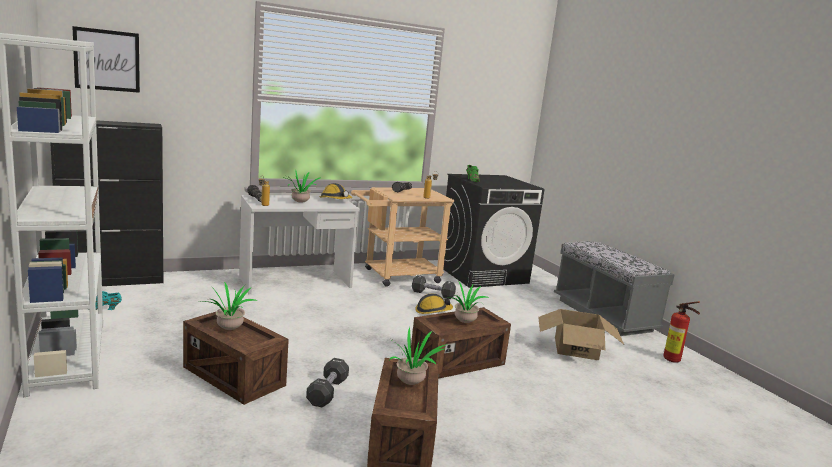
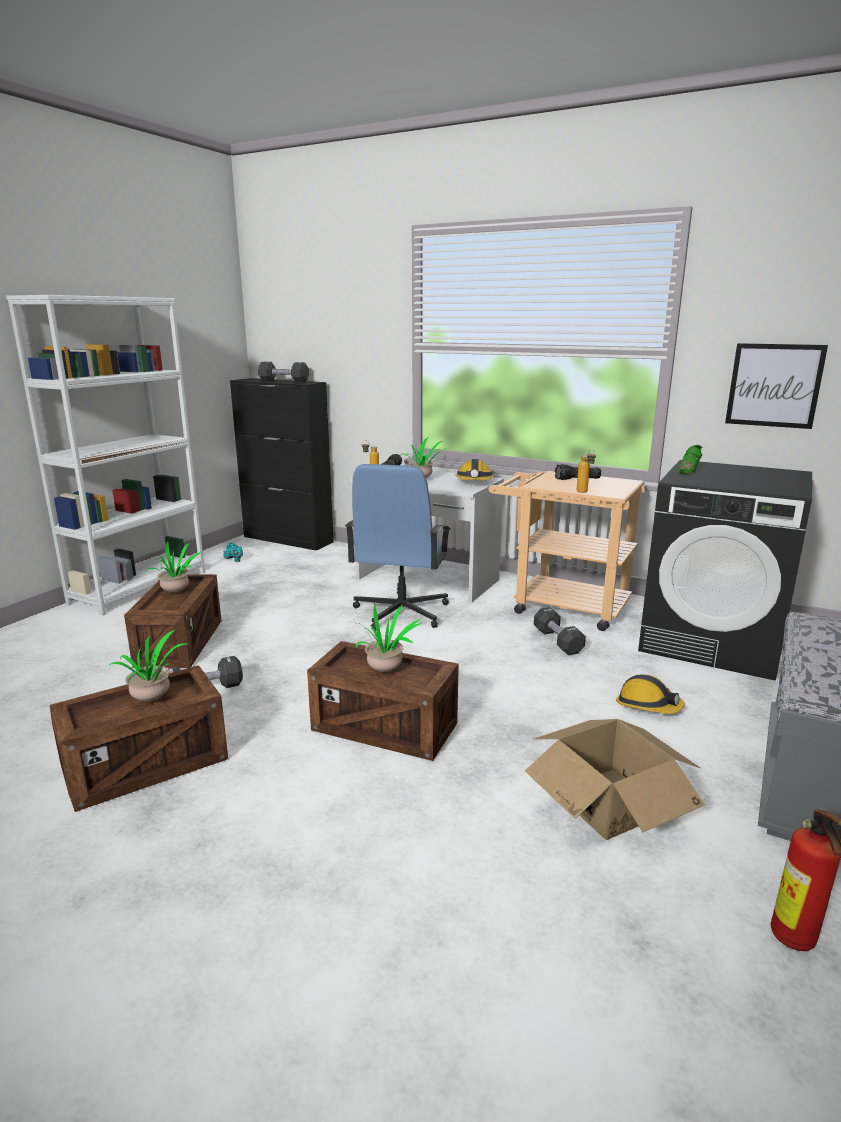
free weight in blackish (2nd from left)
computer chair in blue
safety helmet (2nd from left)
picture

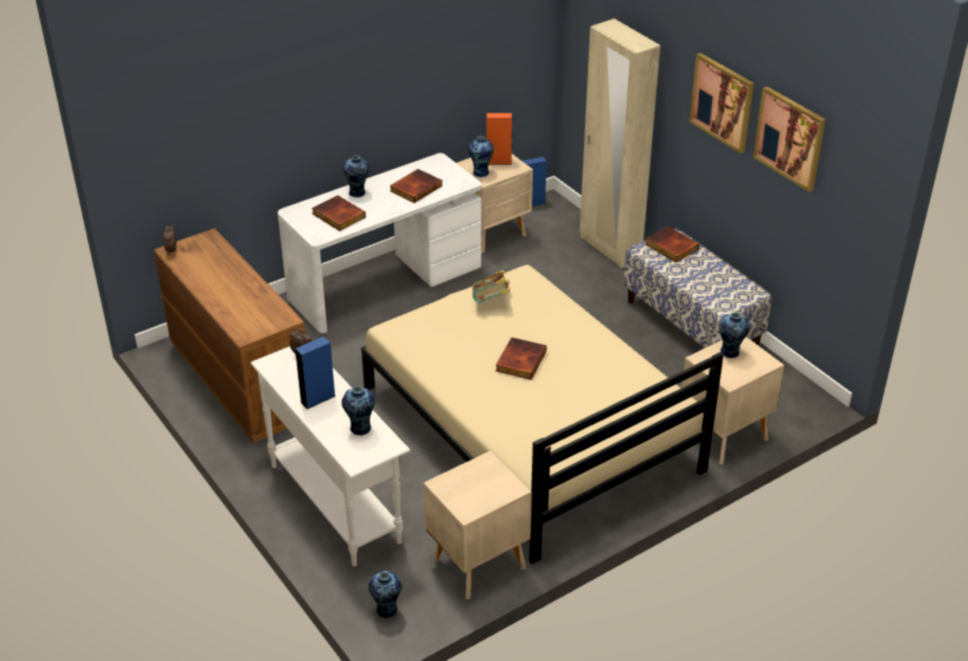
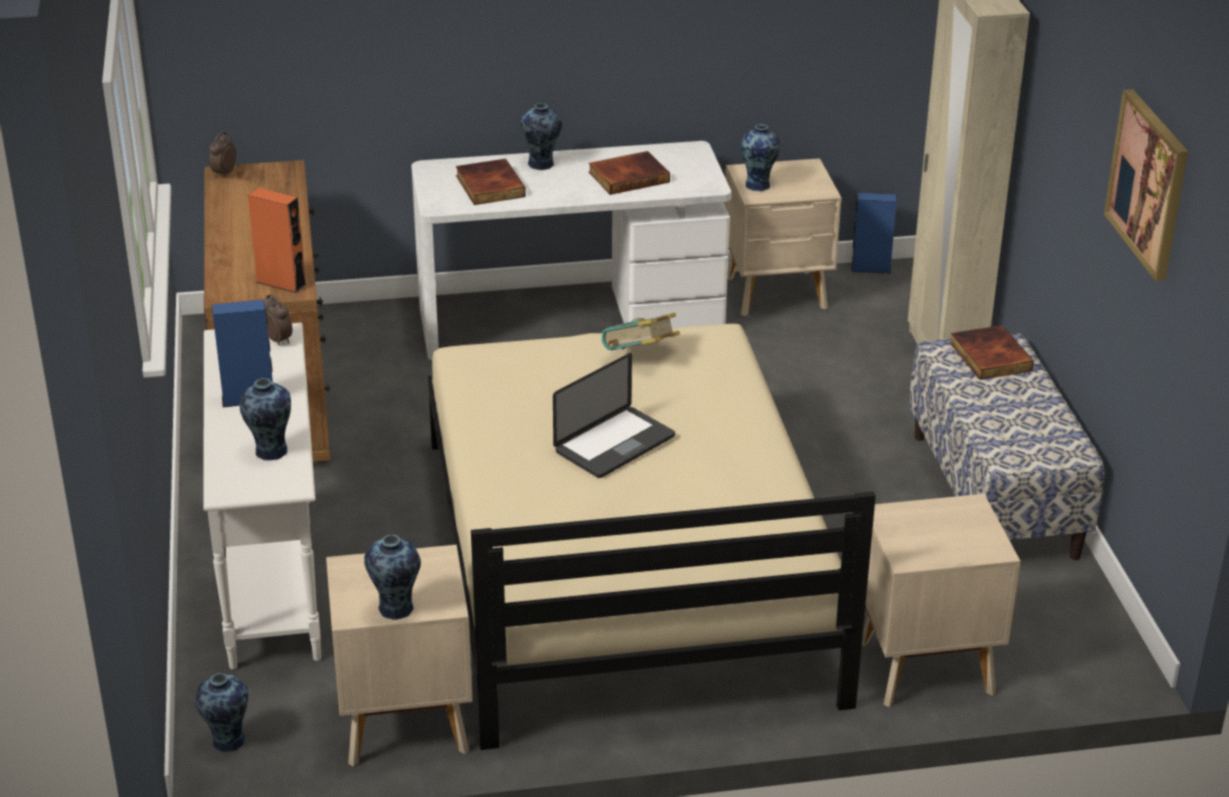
loudspeaker in orangey
vase (3rd from left)
laptop
picture (1st from left in the first image)

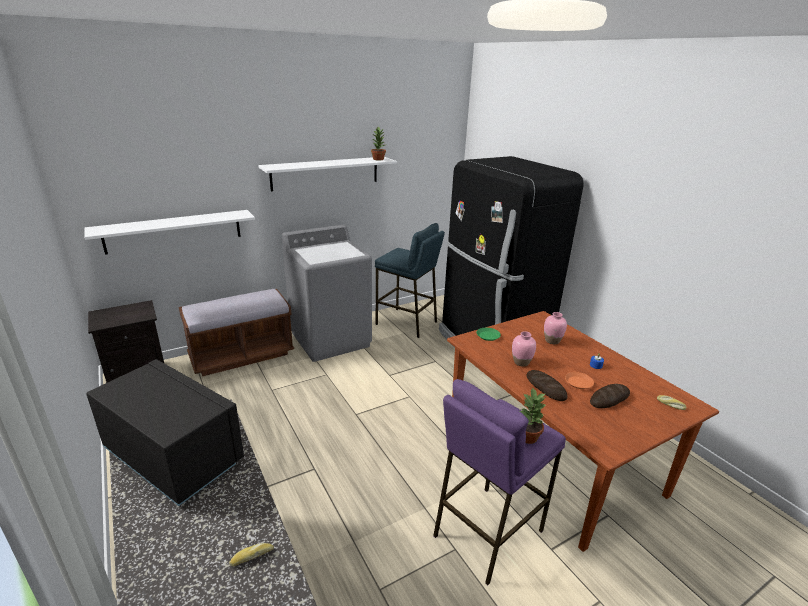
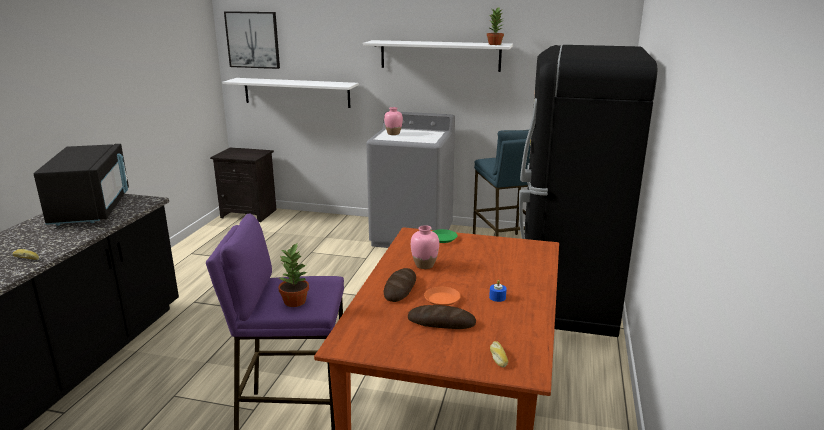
picture
vase in pink (1st from left)
long seat in brown

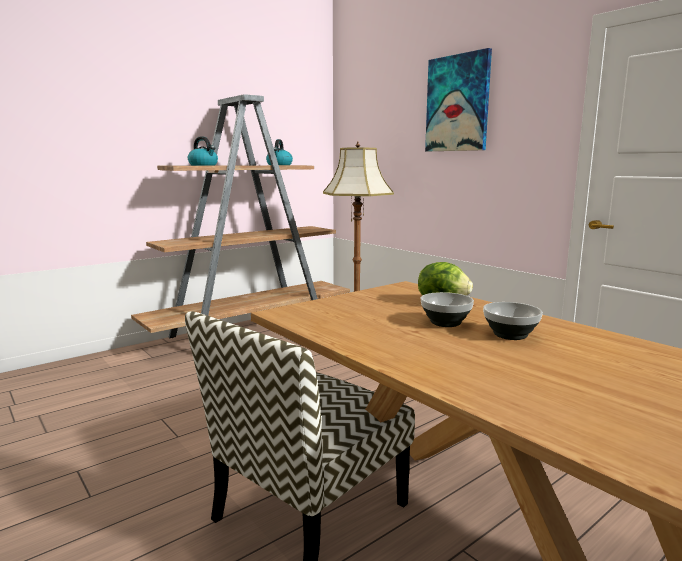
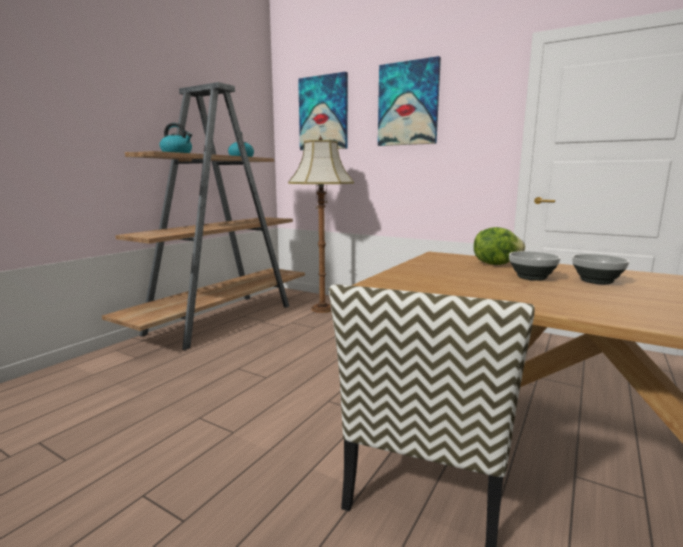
picture (1st from left)

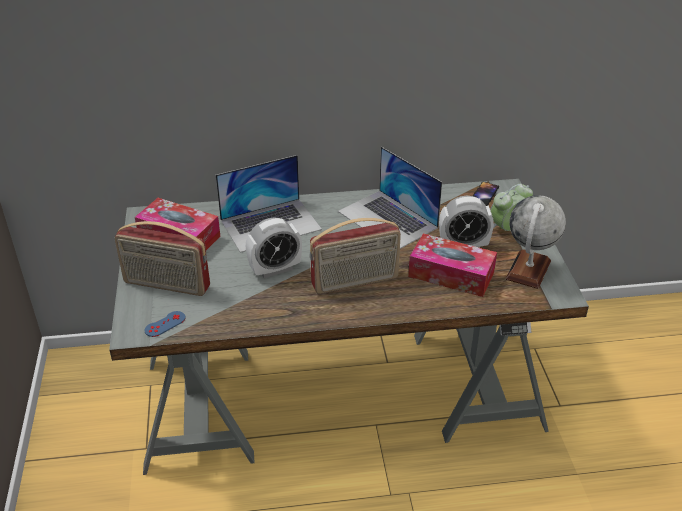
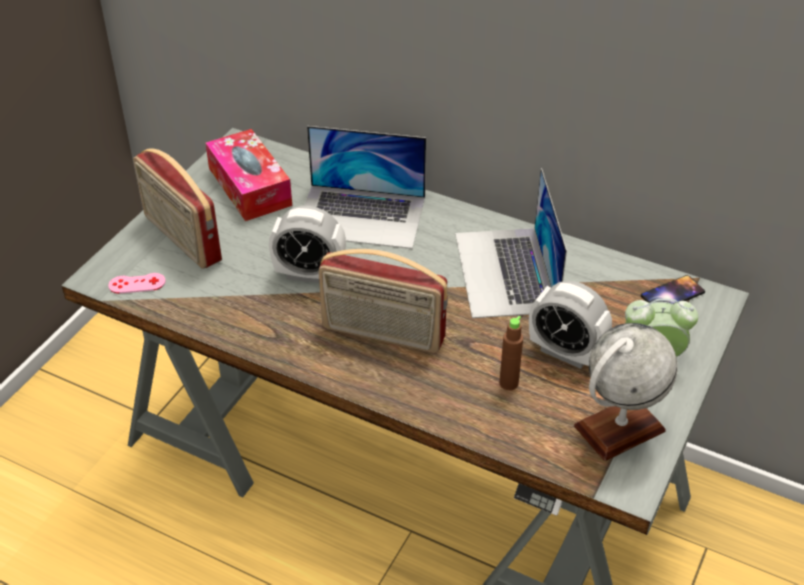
joypad in pink
drink bottle in brown

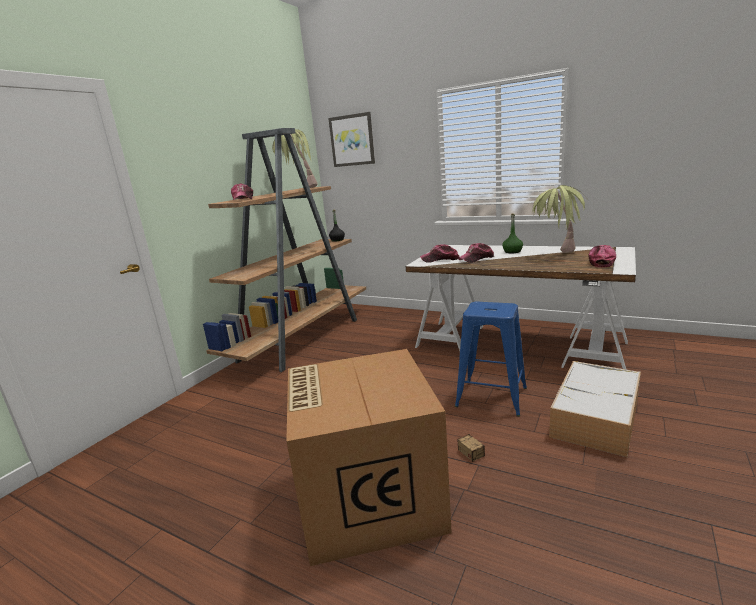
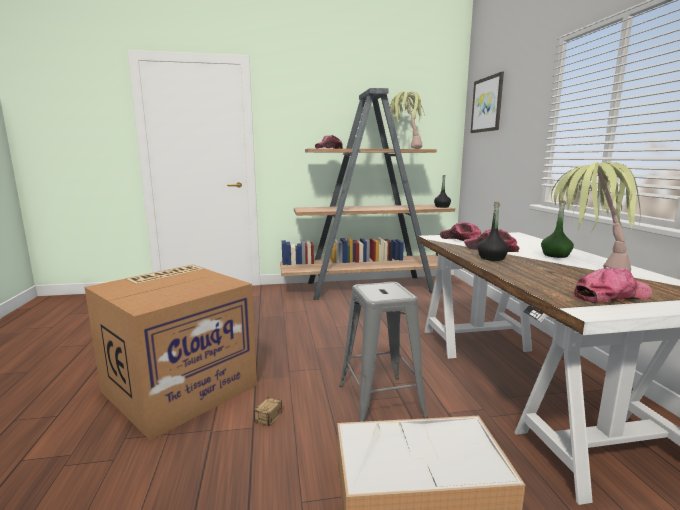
stool seat in greyish
drink bottle in blackish (2nd from left)

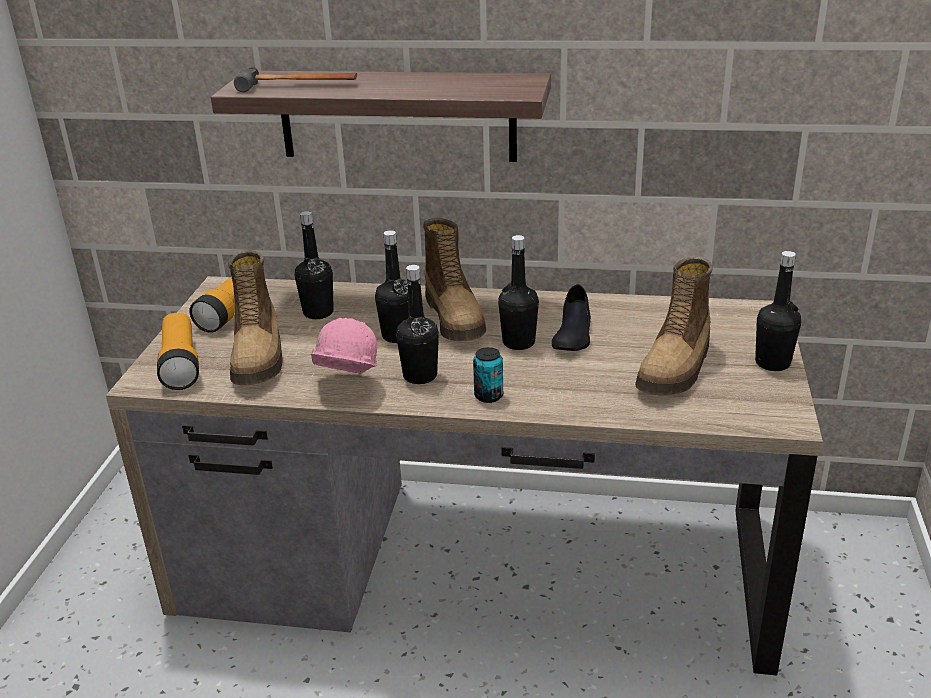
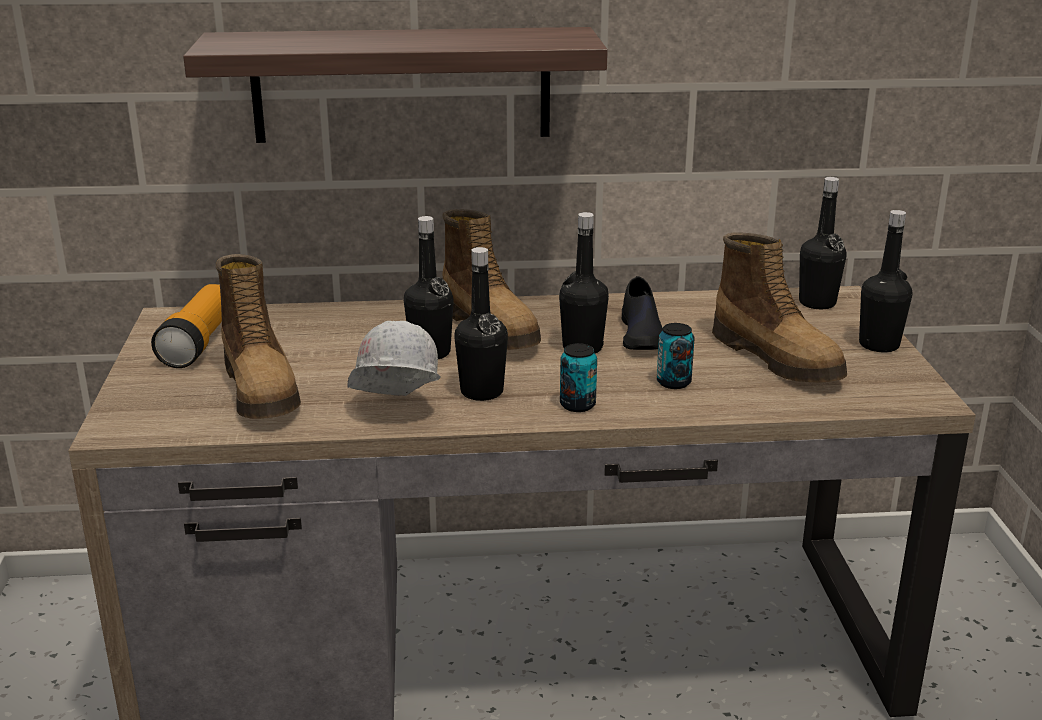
safety helmet in whitish
sealed can (2nd from left)
boot (3rd from left)
drink bottle in blackish (4th from left)
hand torch (1st from left in the first image)
tool hammer

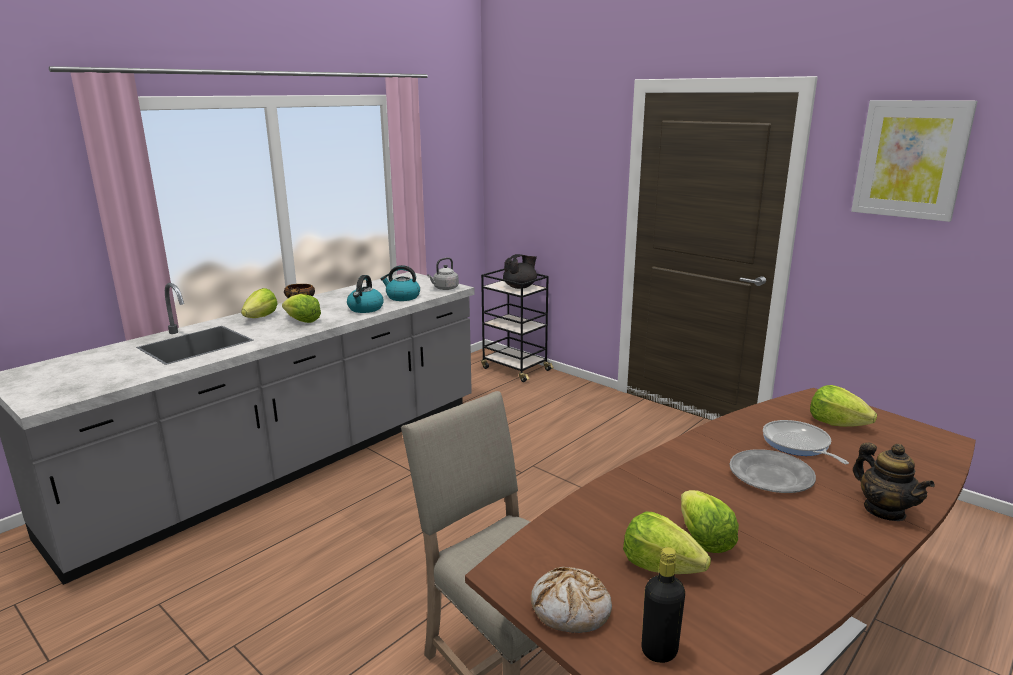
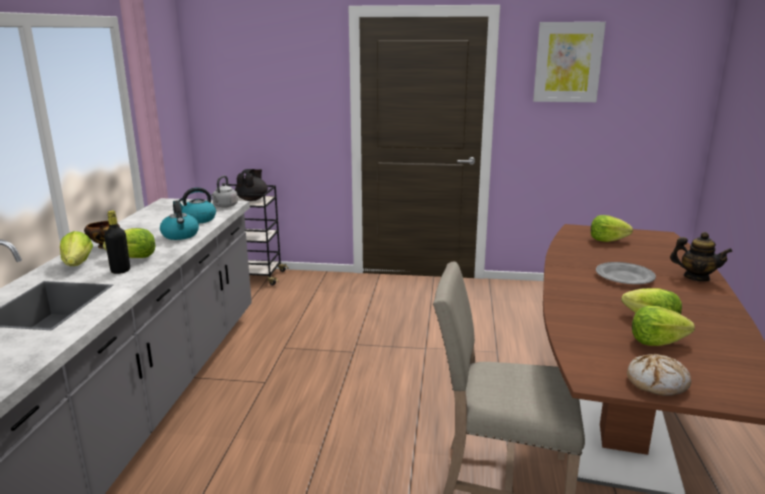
drink bottle in blackish
pan

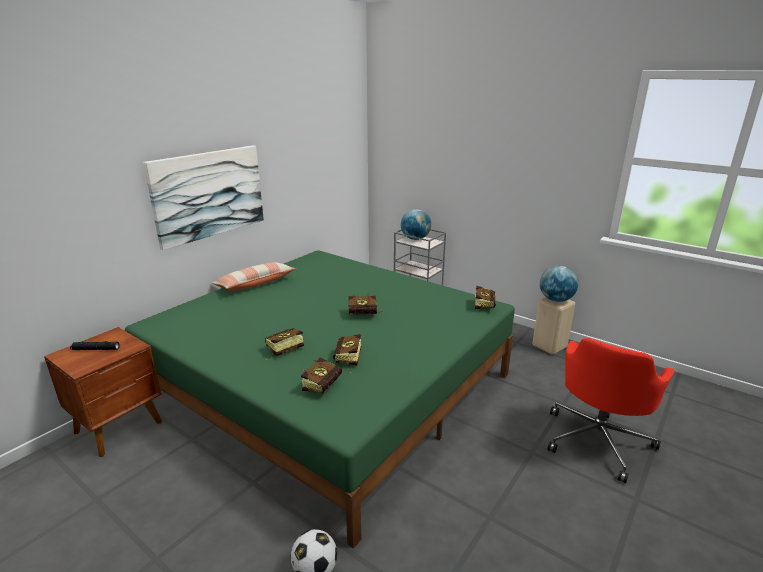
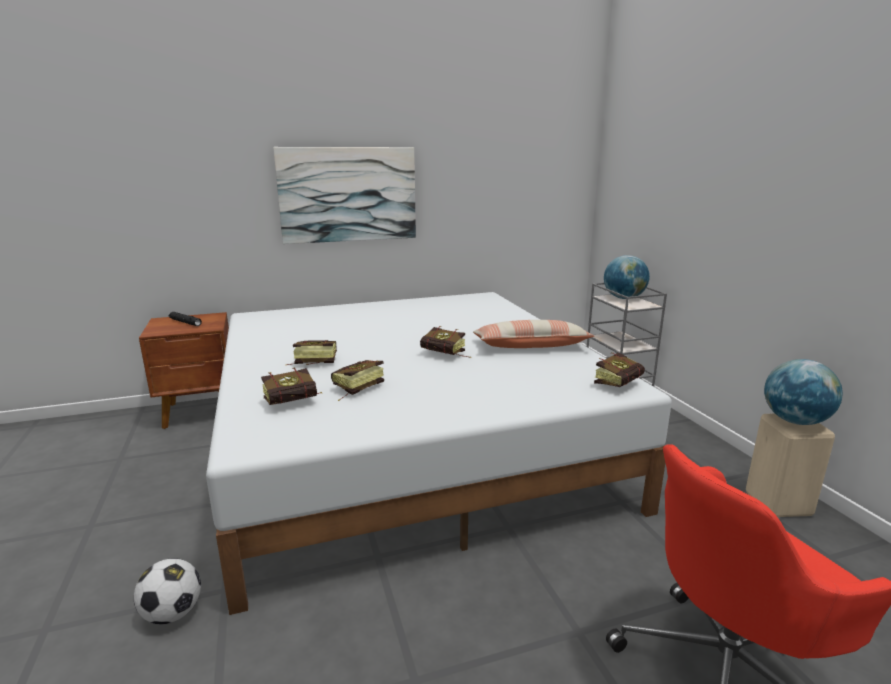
sleeping bed in whitish
cushion

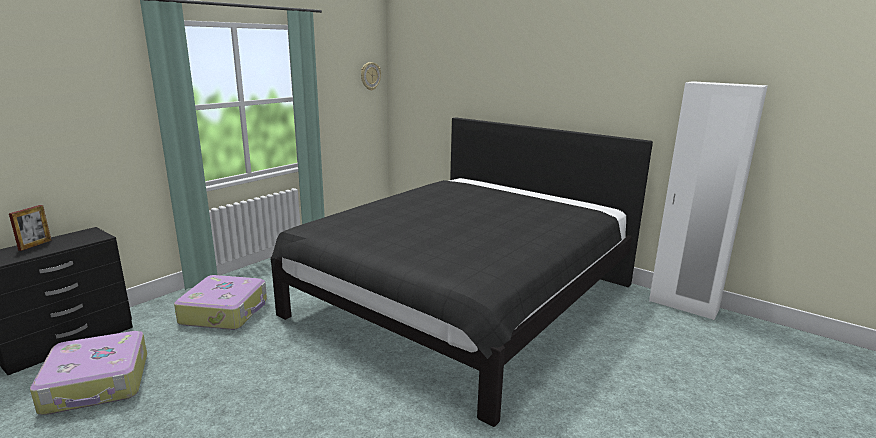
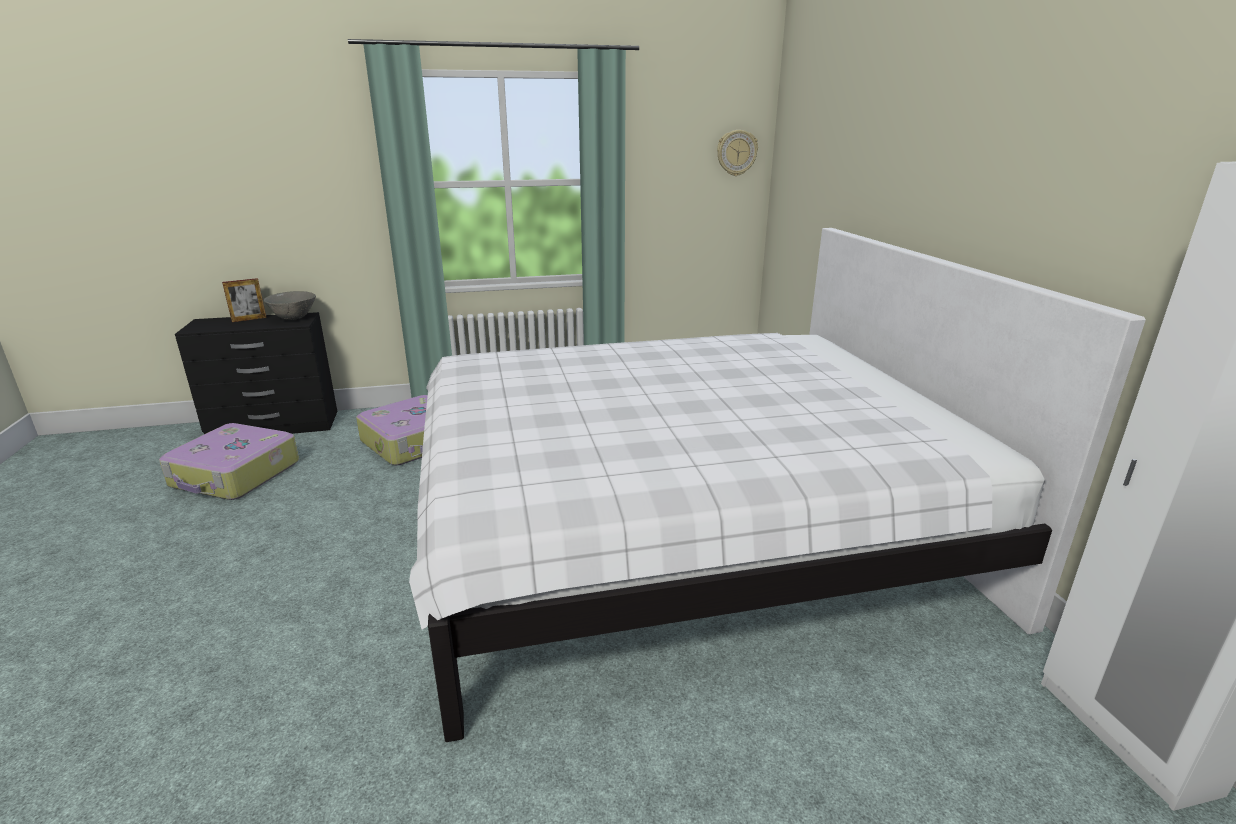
serving bowl in greyish
sleeping bed in whitish

